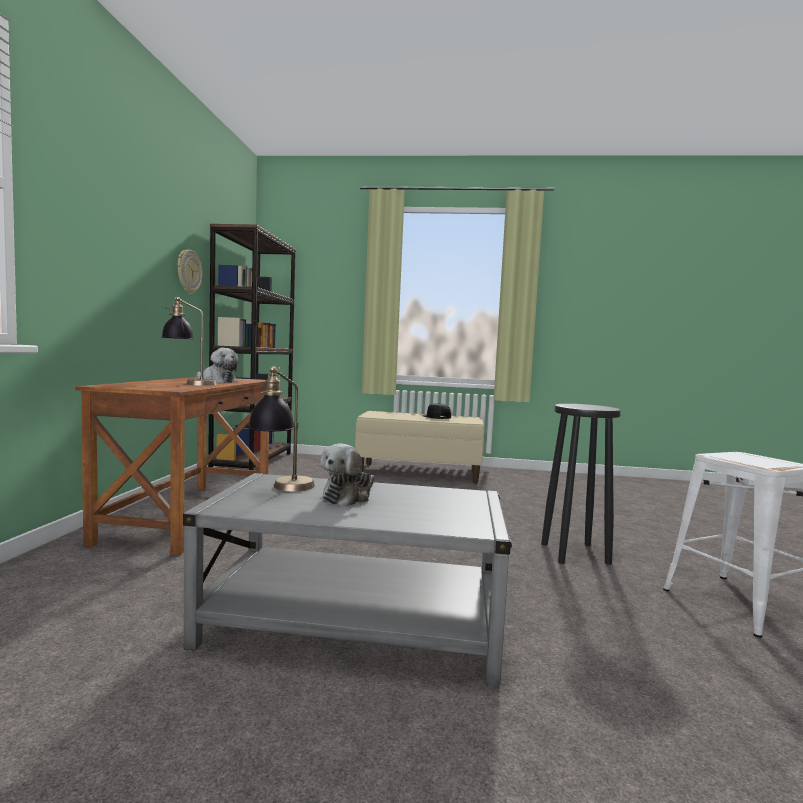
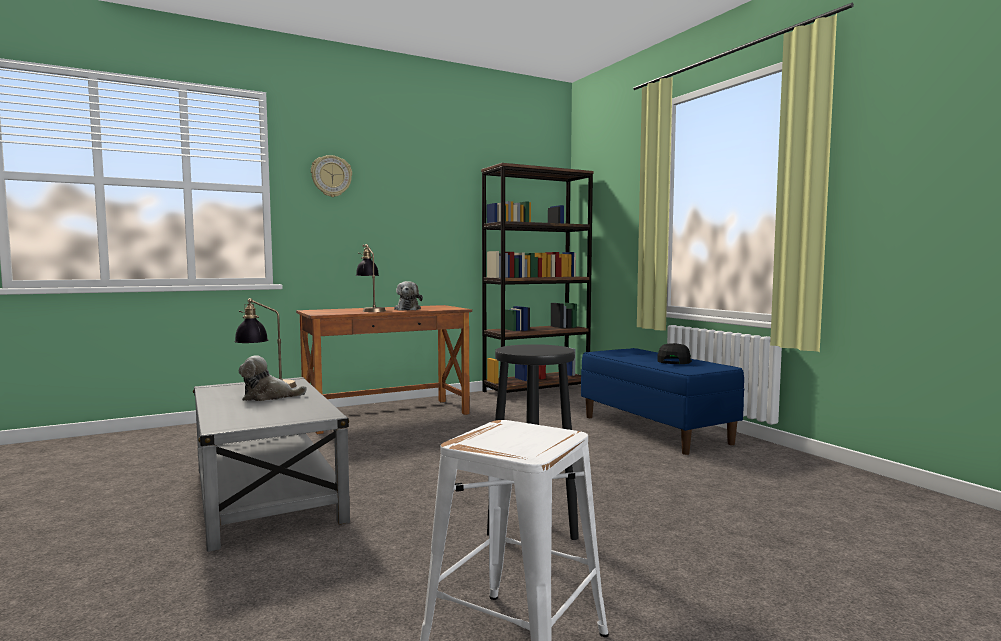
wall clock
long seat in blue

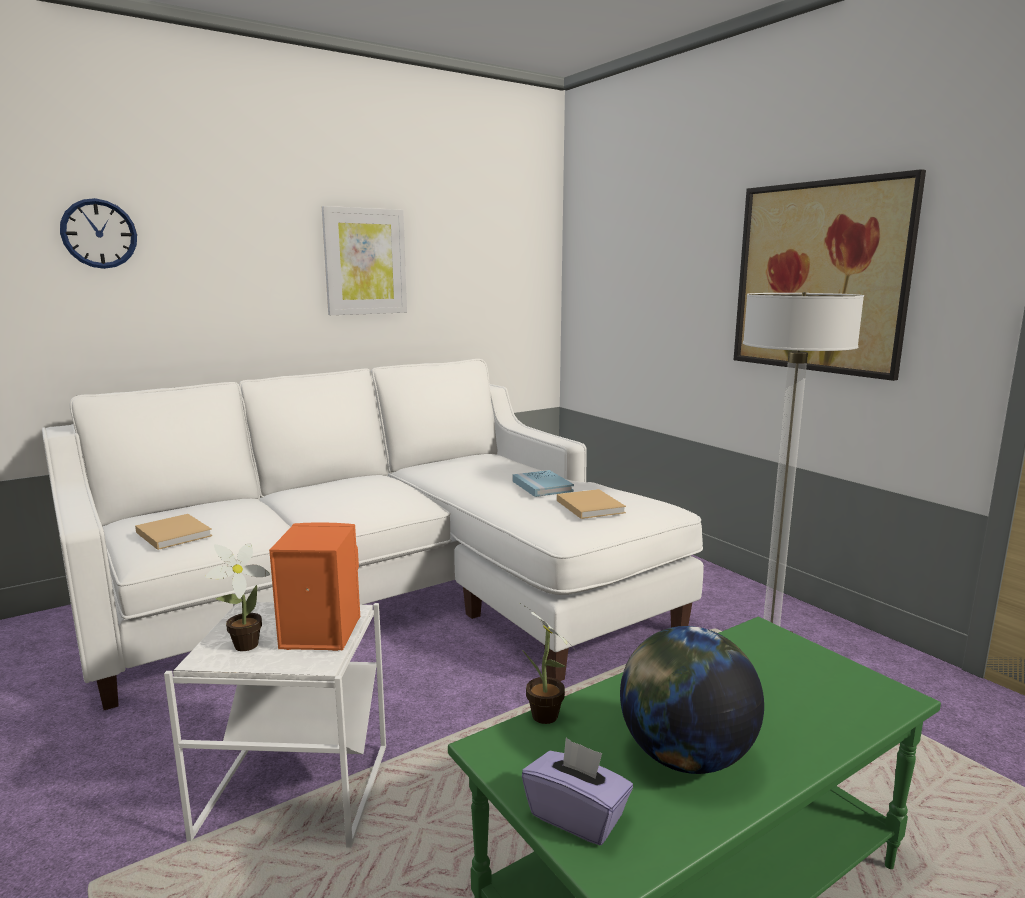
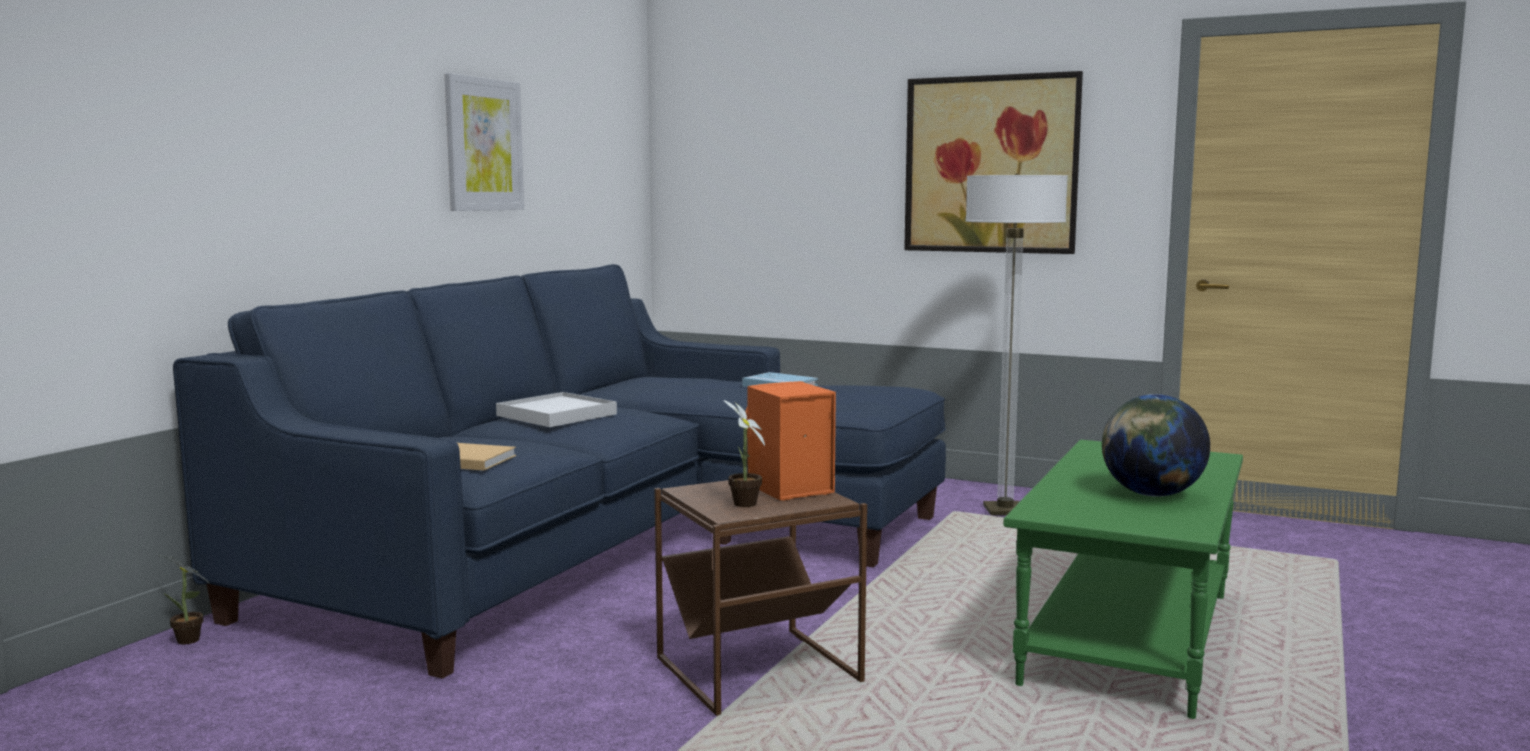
plant in a pot (1st from left)
sofa in blue
carrying tray in whitish
side table in brown
wall clock
box of tissues in purplish
bound book in beige-coloured (2nd from left in the first image)

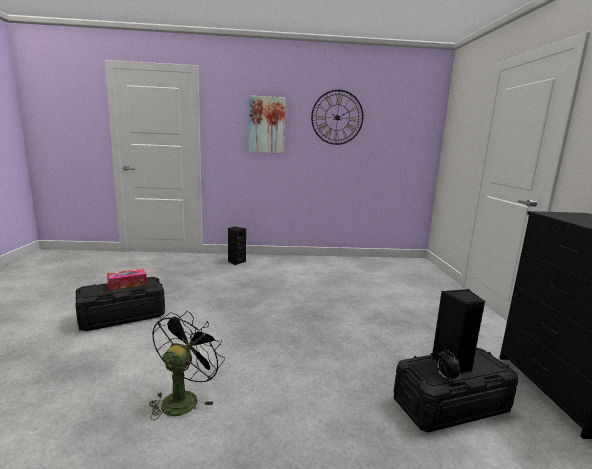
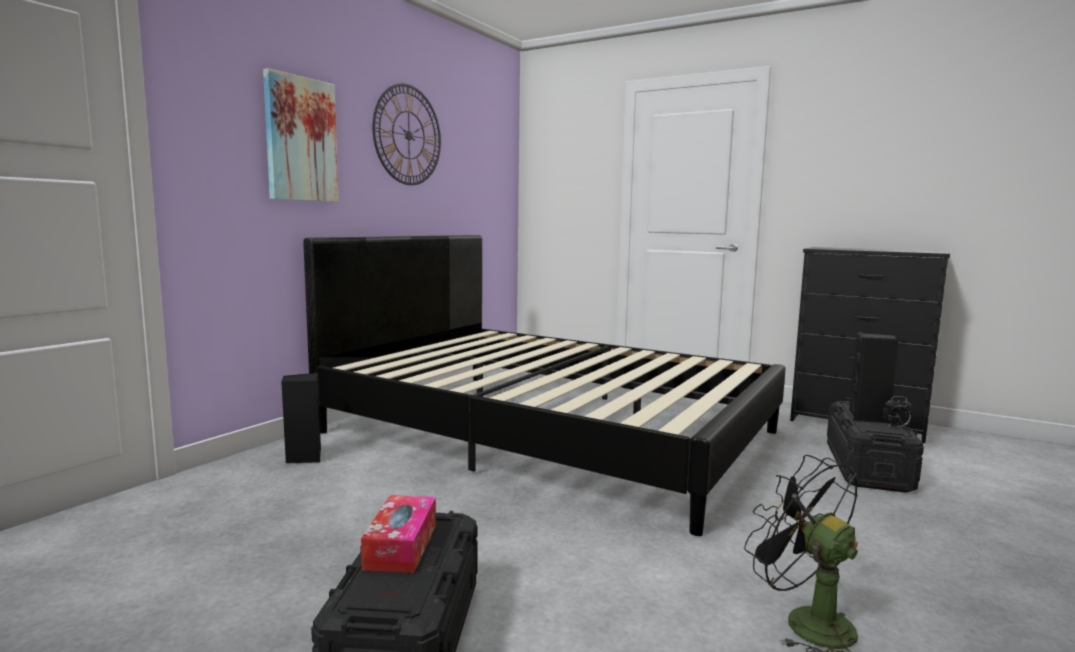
sleeping bed in blackish

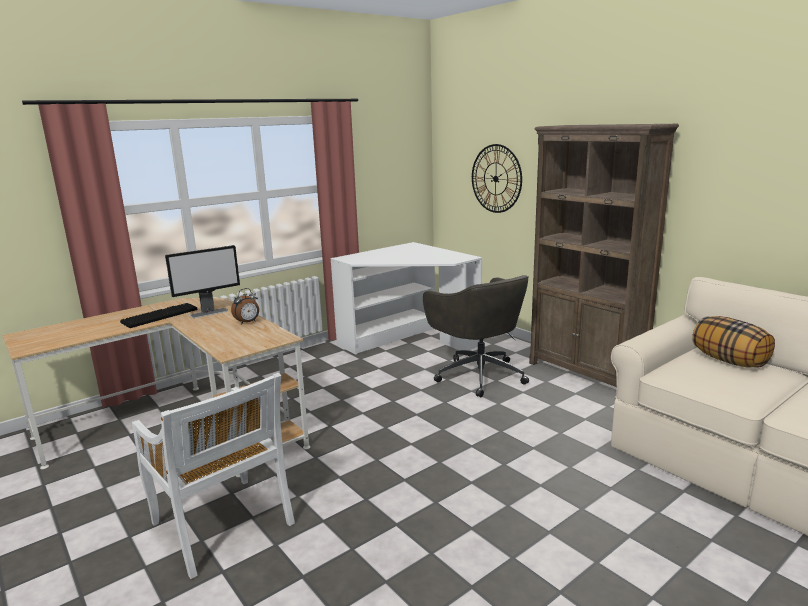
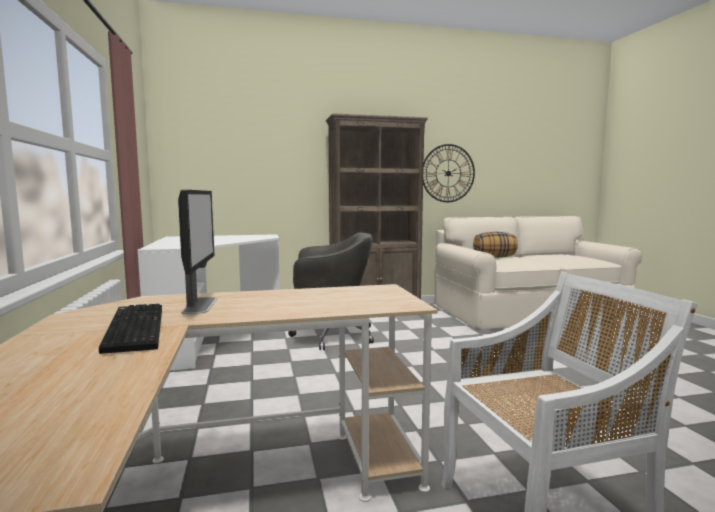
wall clock
bedside clock

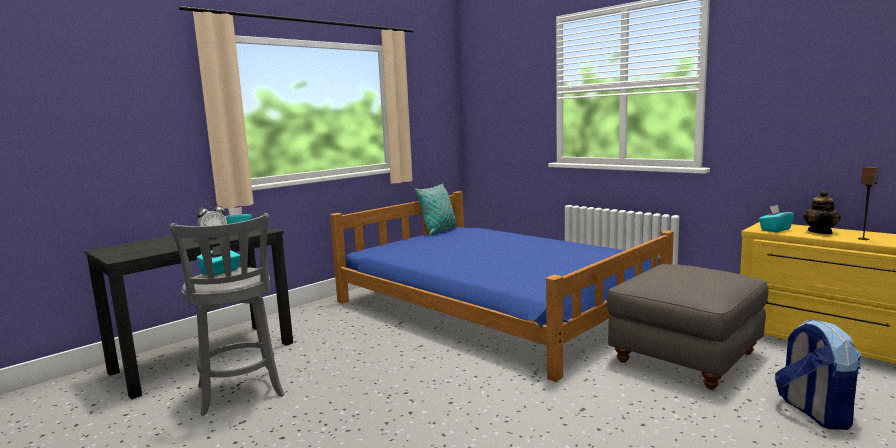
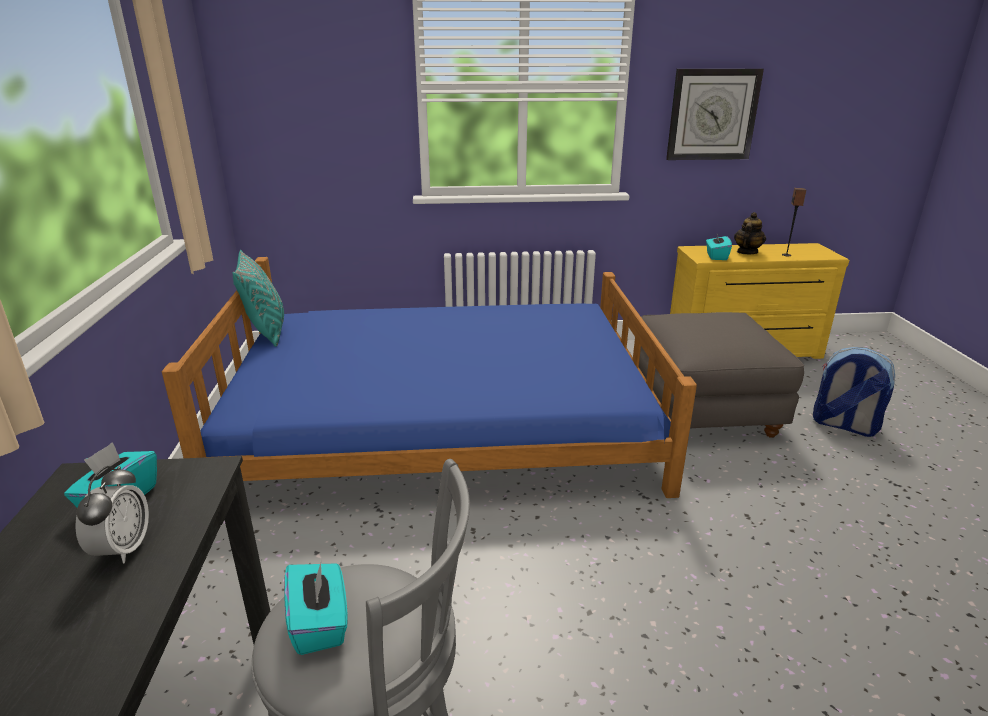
wall clock
pot for tea

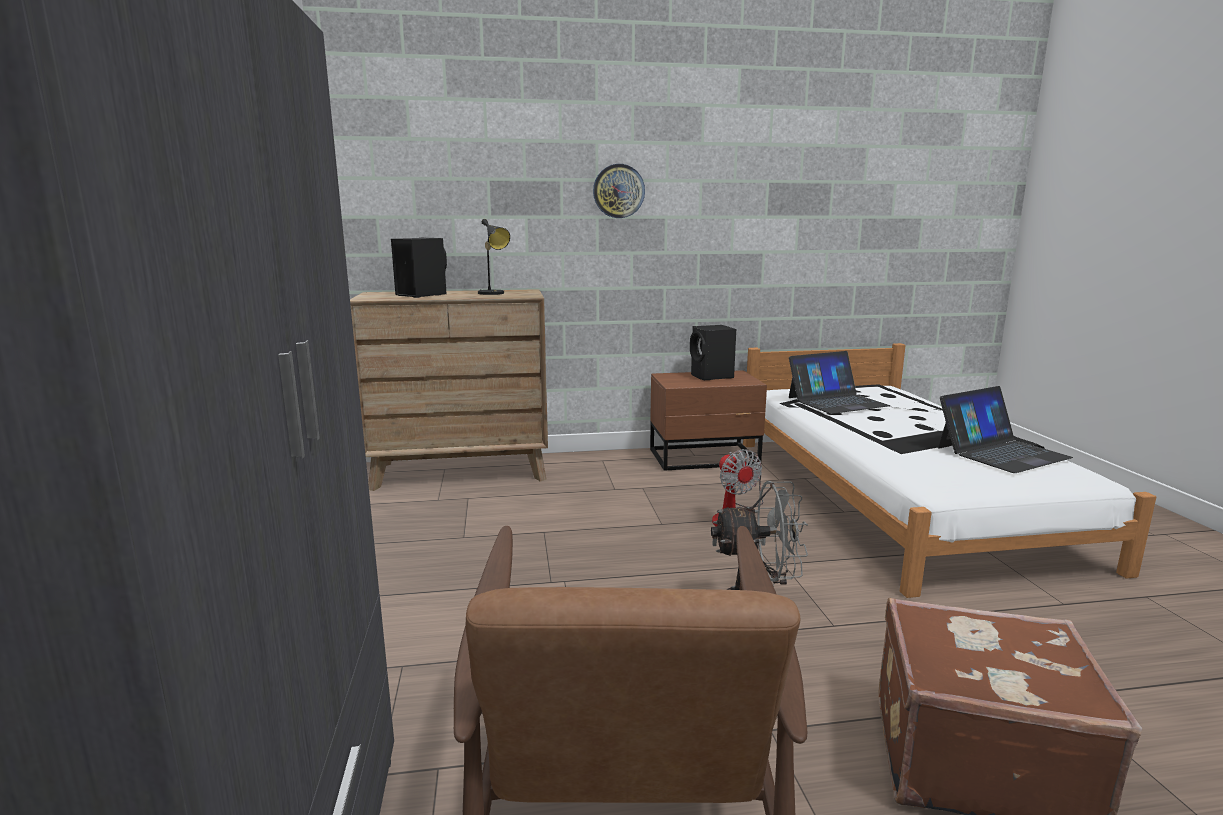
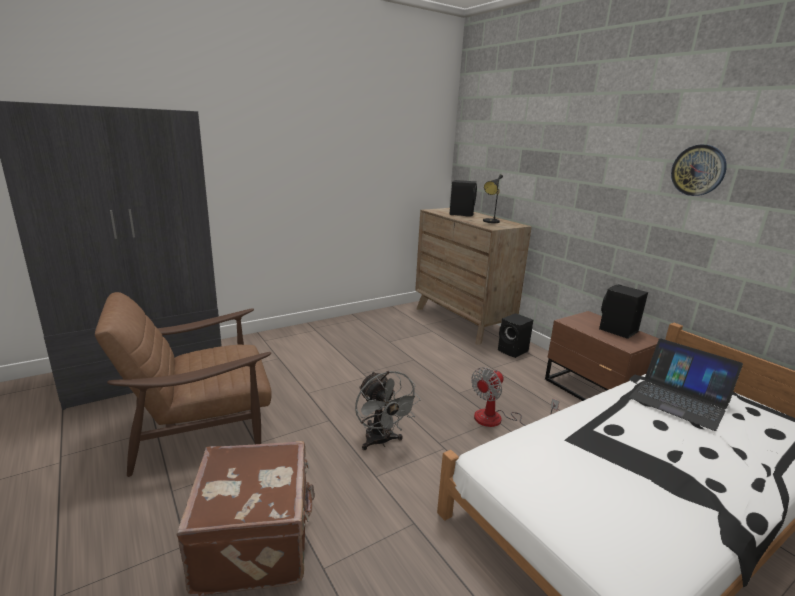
loudspeaker in blackish (2nd from left)
wall clock
laptop (2nd from left in the first image)

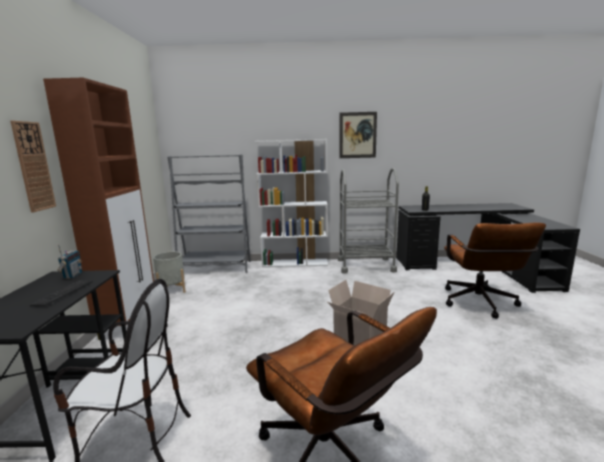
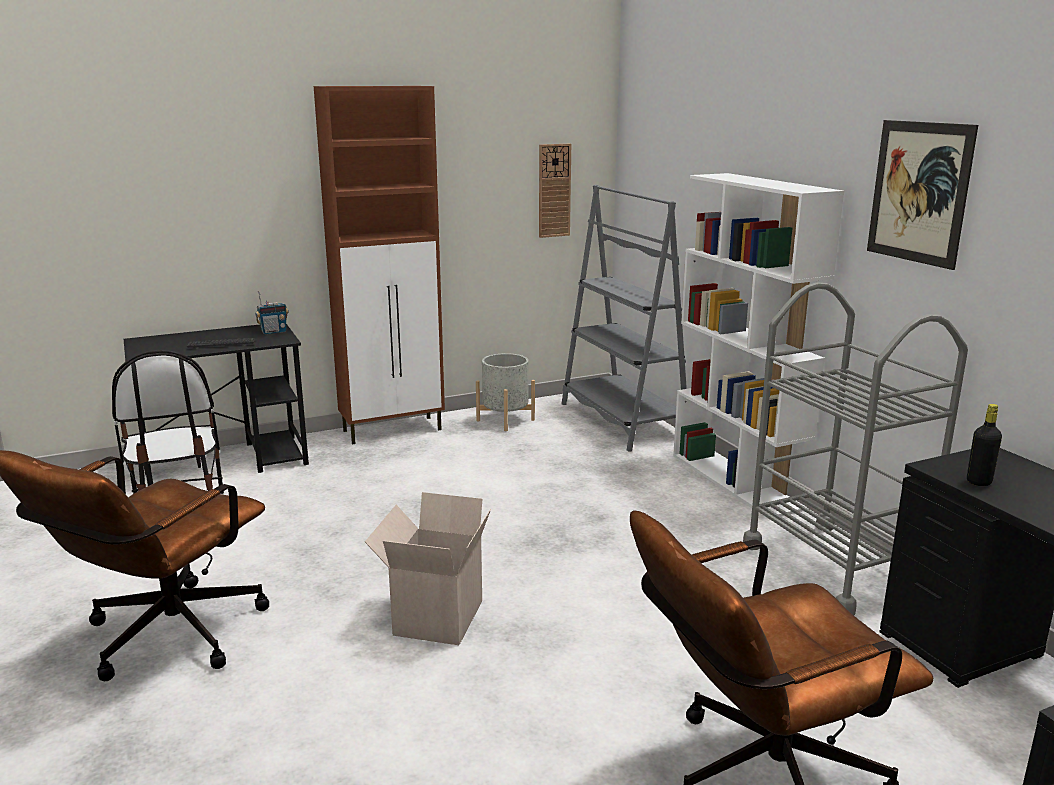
wall clock

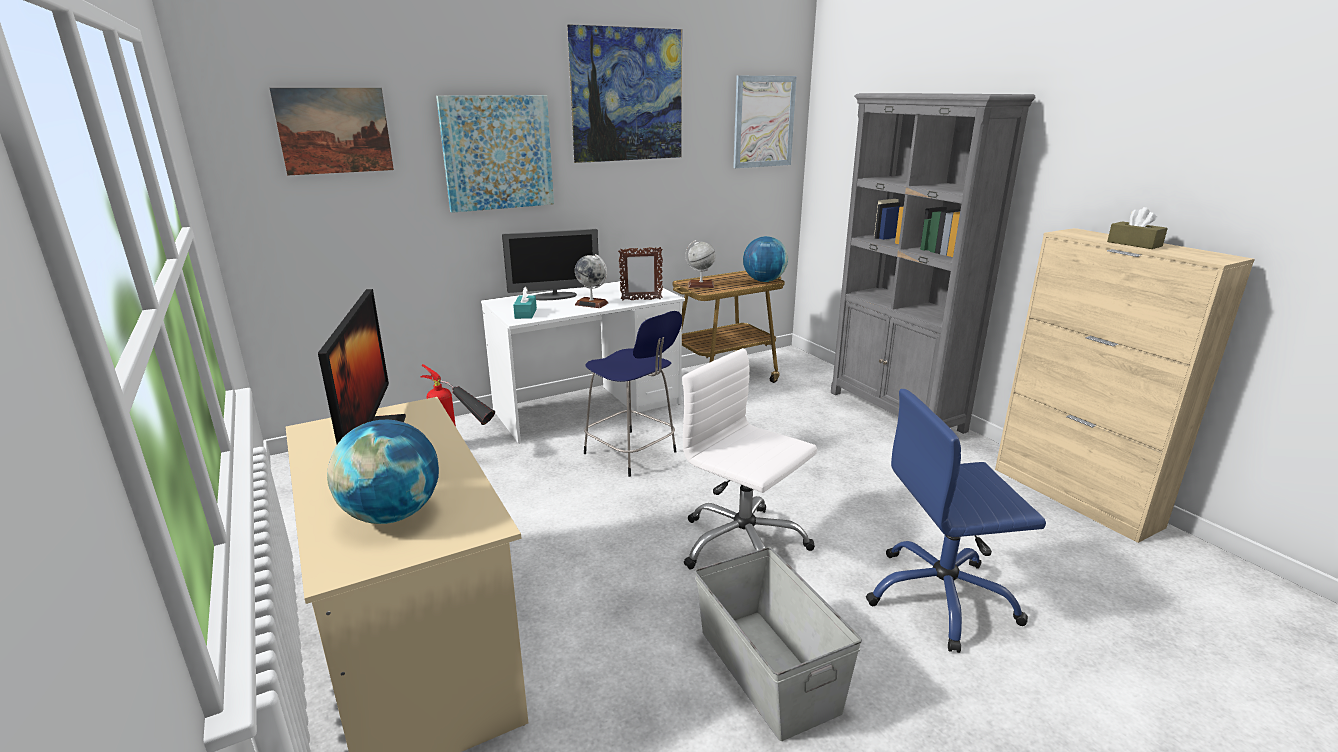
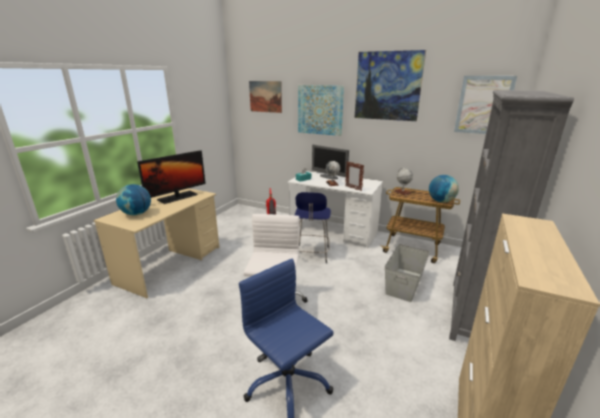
storage box in greyish
box of tissues in brown

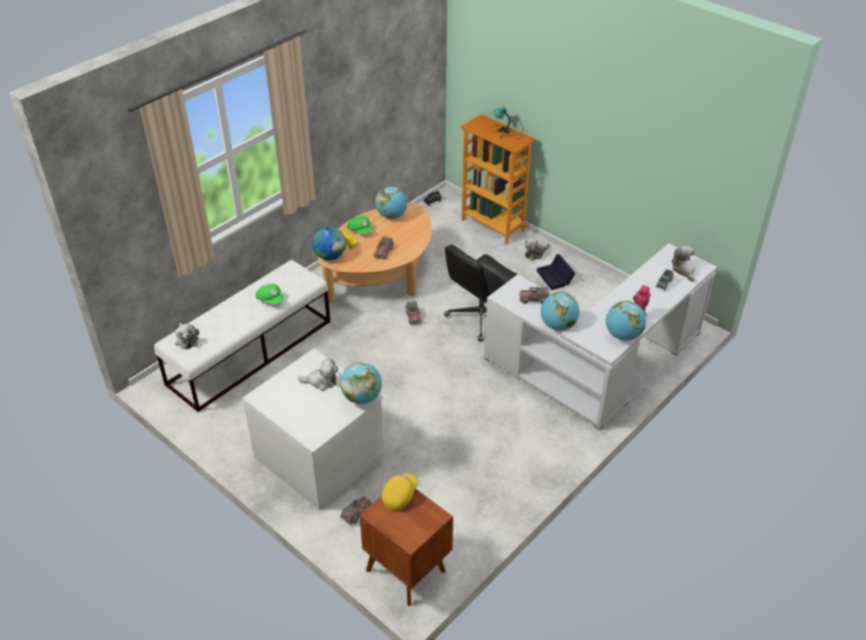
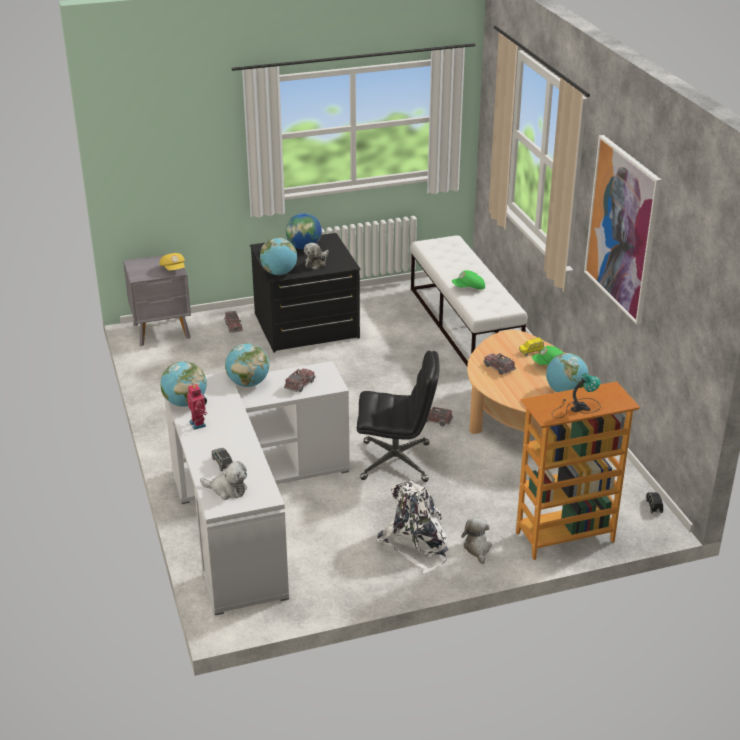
nightstand in greyish
drawer chest in blackish
globe (4th from left)
computer chair in blackish
rucksack in whitish
picture
cuddly toy (1st from left in the first image)

